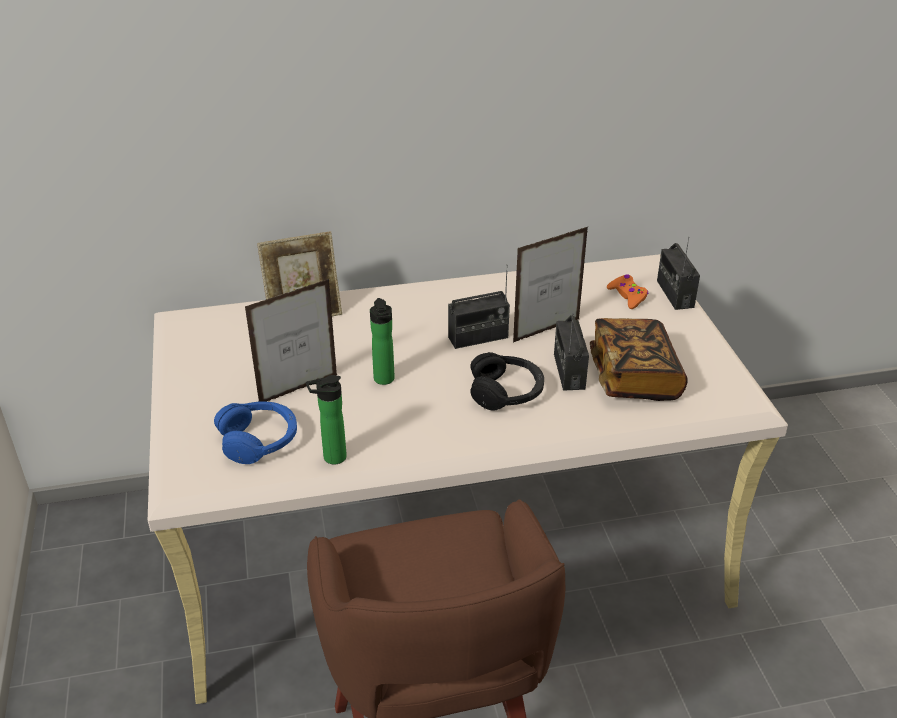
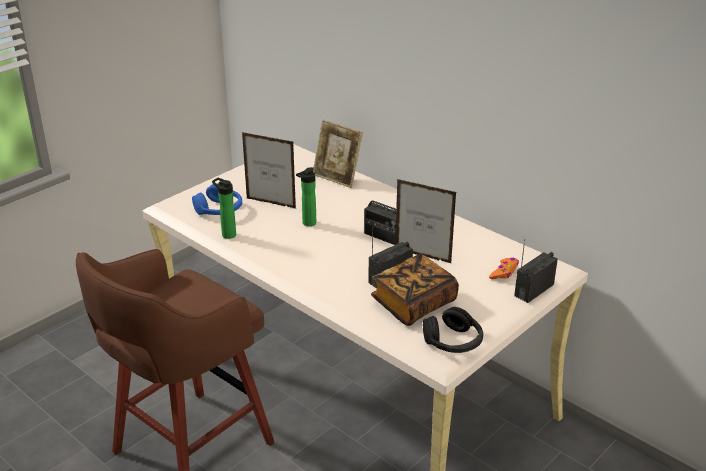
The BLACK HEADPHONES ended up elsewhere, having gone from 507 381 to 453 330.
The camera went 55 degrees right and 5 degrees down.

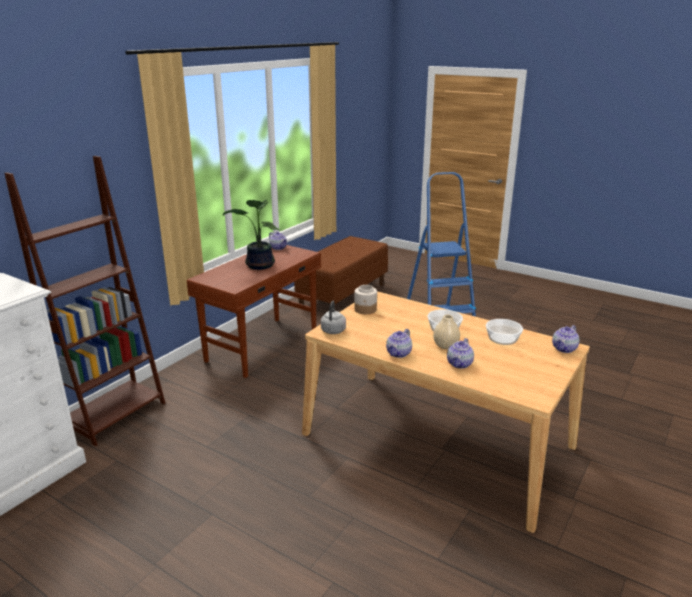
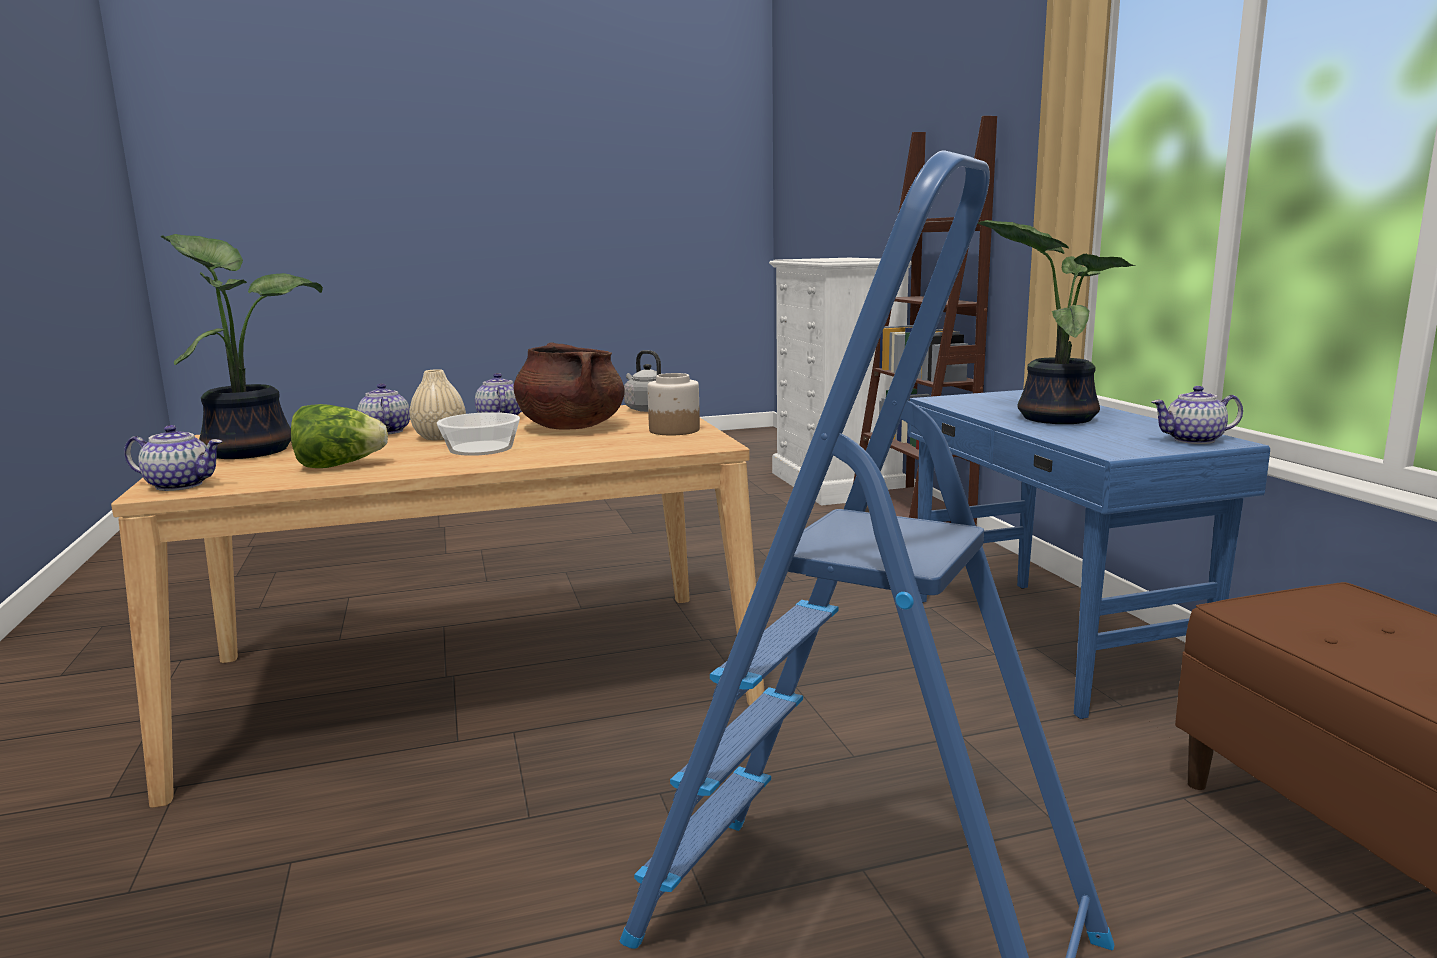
The second view gained the PLANT IN A POT at 242 346.
The second view gained the BROWNISH STOCKPOT at 569 386.
Where the SERVING BOWL stood at 504 332, the HEAD OF LETTUCE came to stand at 339 436.
What was the BROWNISH CONSOLE TABLE at 254 311 turned into the BLUE-COLOURED CONSOLE TABLE at 1089 554.
The TEA POT at 566 339 ended up facing another way, 105 degrees clockwise from before.
The camera went 130 degrees right and 10 degrees down.

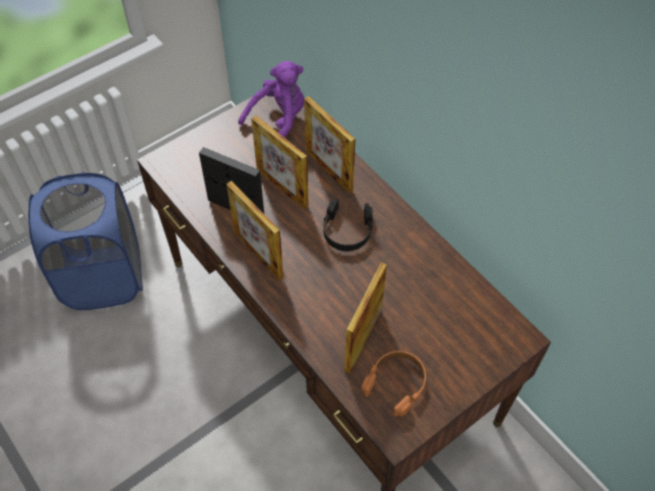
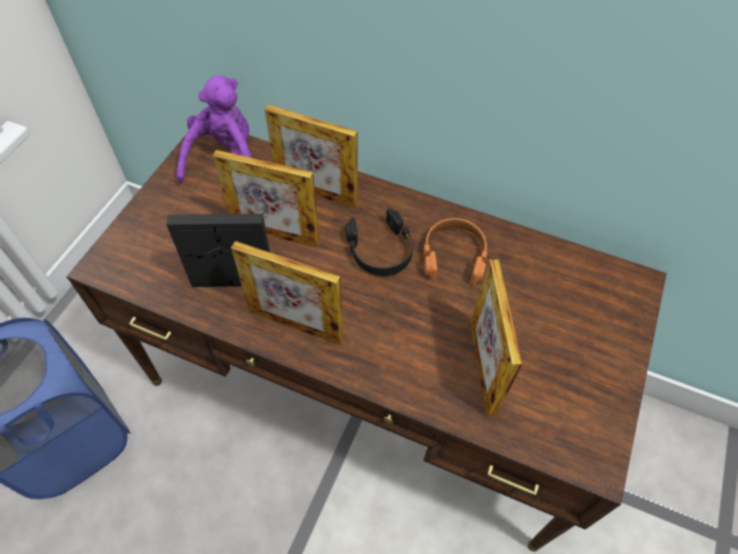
The ORANGE-COLOURED HEADPHONES ended up elsewhere, having gone from 393 383 to 456 251.
The camera went 30 degrees left and 0 degrees up.

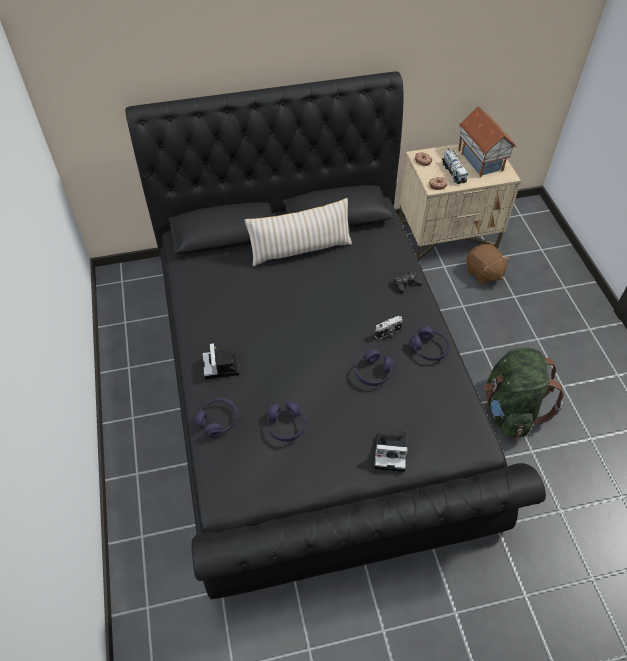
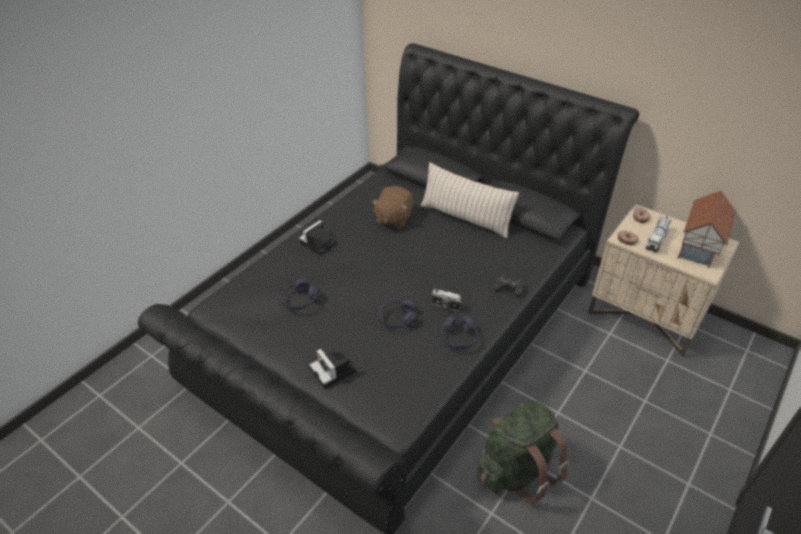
The second view lost the PURPLISH HEADPHONES at 216 418.
The BROWNISH SOFT TOY ended up elsewhere, having gone from 488 264 to 392 207.
The camera went 50 degrees right and 10 degrees down.

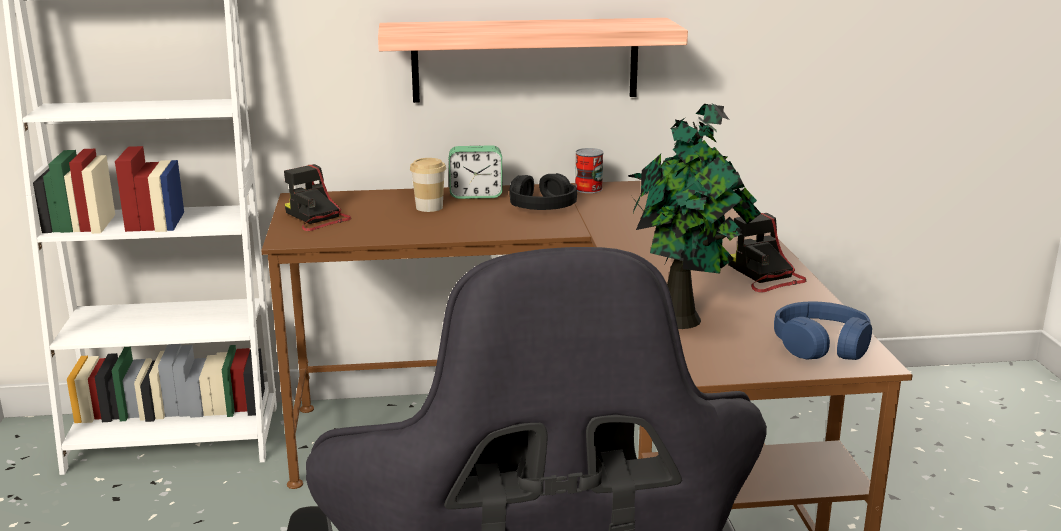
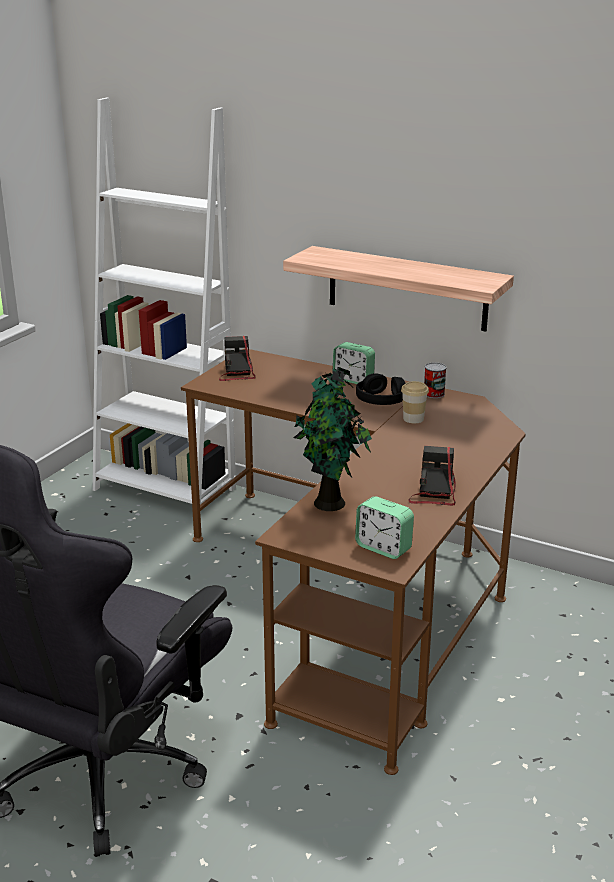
The CUP ended up elsewhere, having gone from 428 185 to 415 402.
Where the BLUE-COLOURED HEADPHONES stood at 823 331, the TABLE CLOCK came to stand at 384 527.
The camera went 35 degrees right and 5 degrees up.

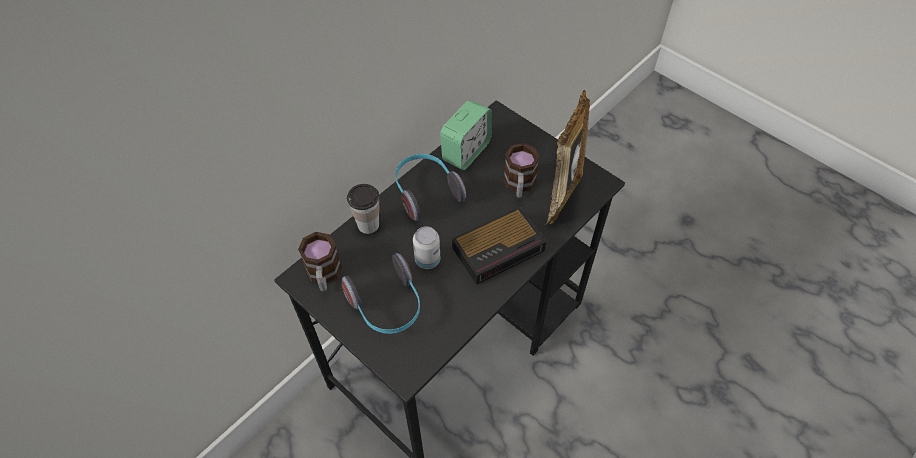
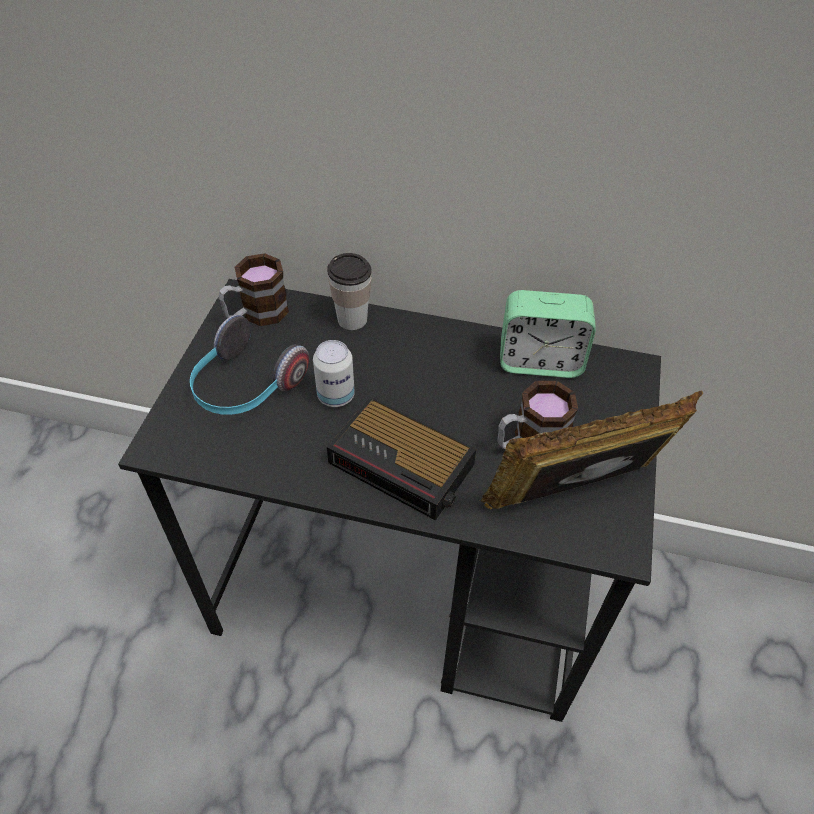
The second view lost the HEADPHONES at 430 187.
The camera went 60 degrees right and 5 degrees down.

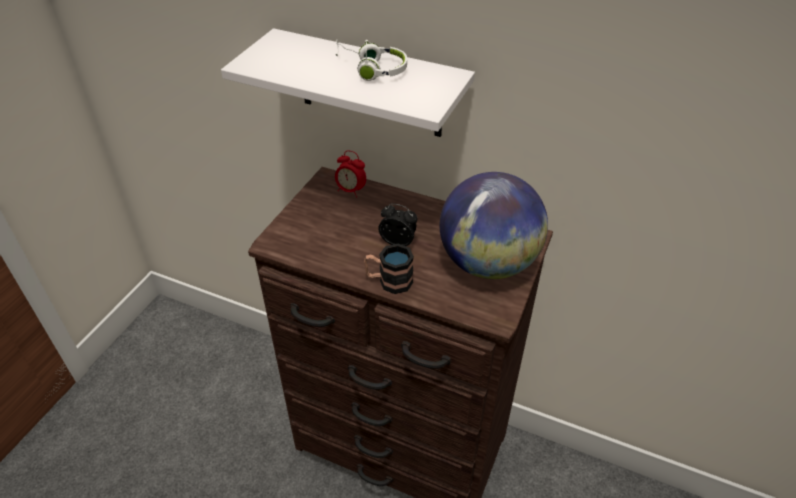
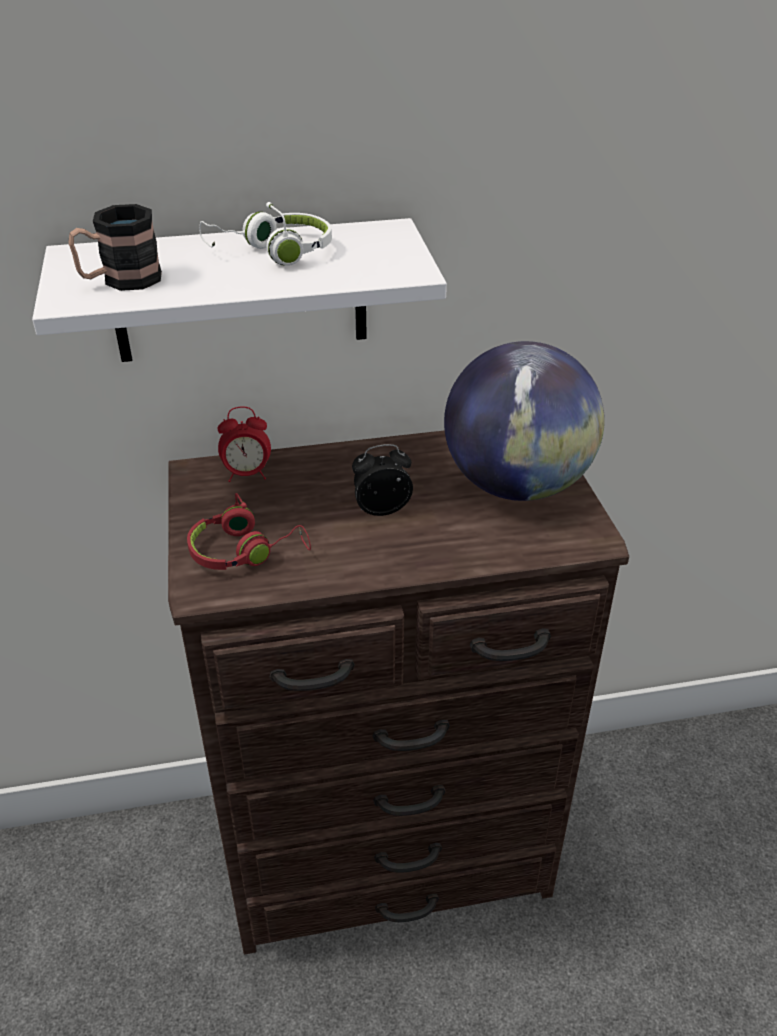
The second view gained the RED HEADPHONES at 249 531.
The MUG ended up elsewhere, having gone from 389 269 to 115 247.
The camera went 35 degrees left and 5 degrees down.

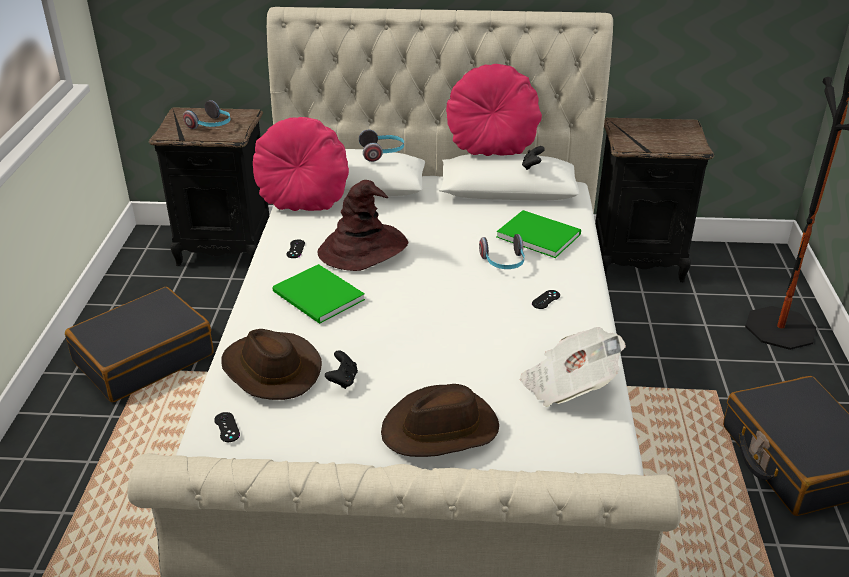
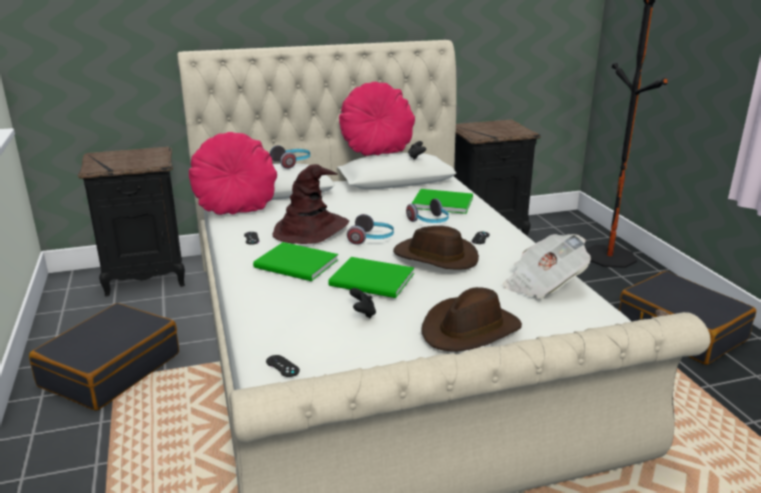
The second view gained the GREEN BOUND BOOK at 371 277.
The HEADPHONES ended up elsewhere, having gone from 207 114 to 370 229.
The BROWNISH HAT ended up elsewhere, having gone from 271 364 to 436 247.
The camera went 20 degrees left and 10 degrees down.

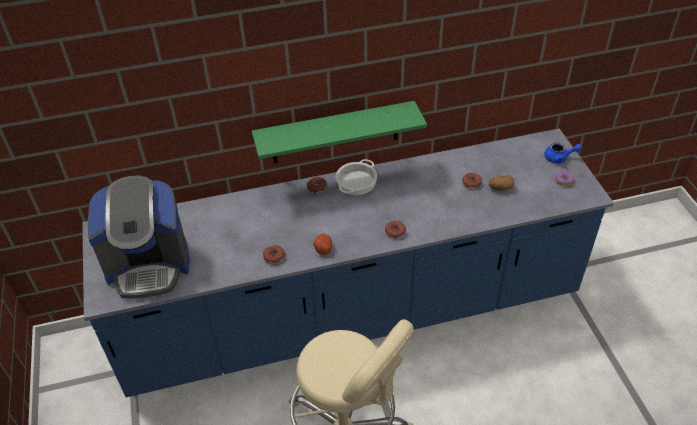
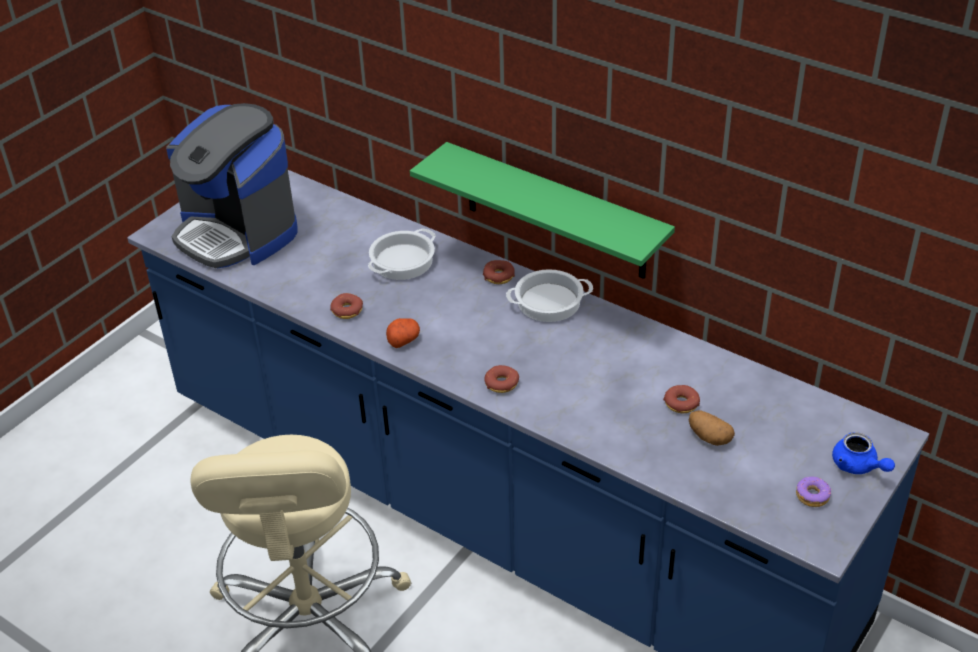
The second view gained the STOCKPOT at 402 254.
The camera went 50 degrees right and 5 degrees down.

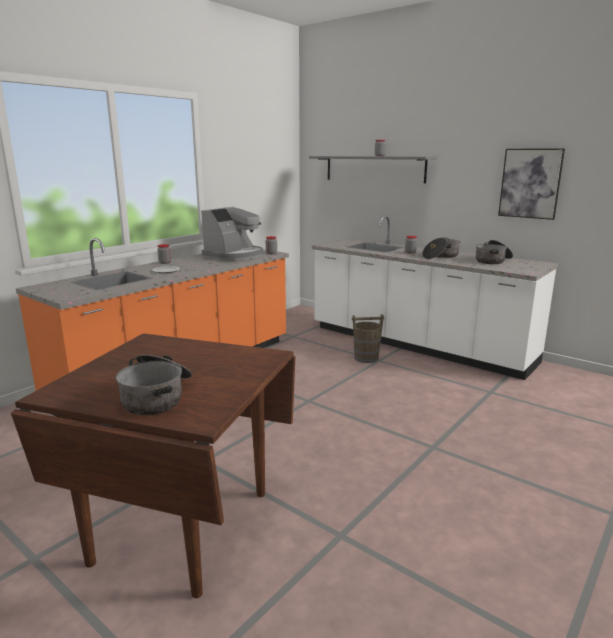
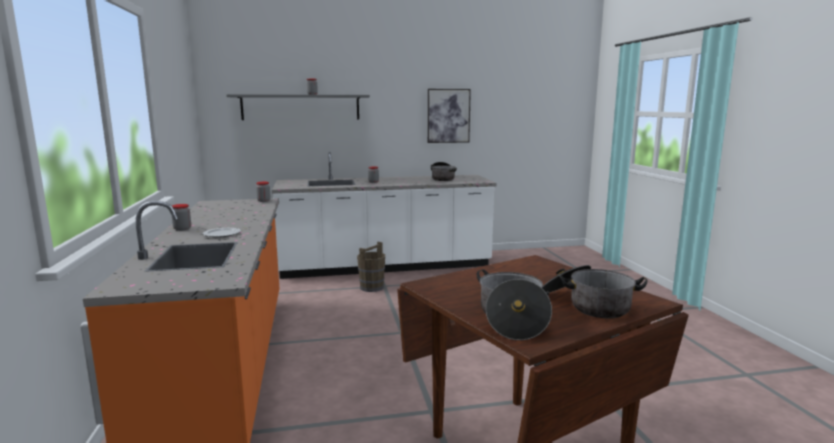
The second view lost the COFFEE MACHINE at 232 234.
The STOCKPOT ended up elsewhere, having gone from 441 248 to 514 304.
The camera went 50 degrees left and 5 degrees down.

